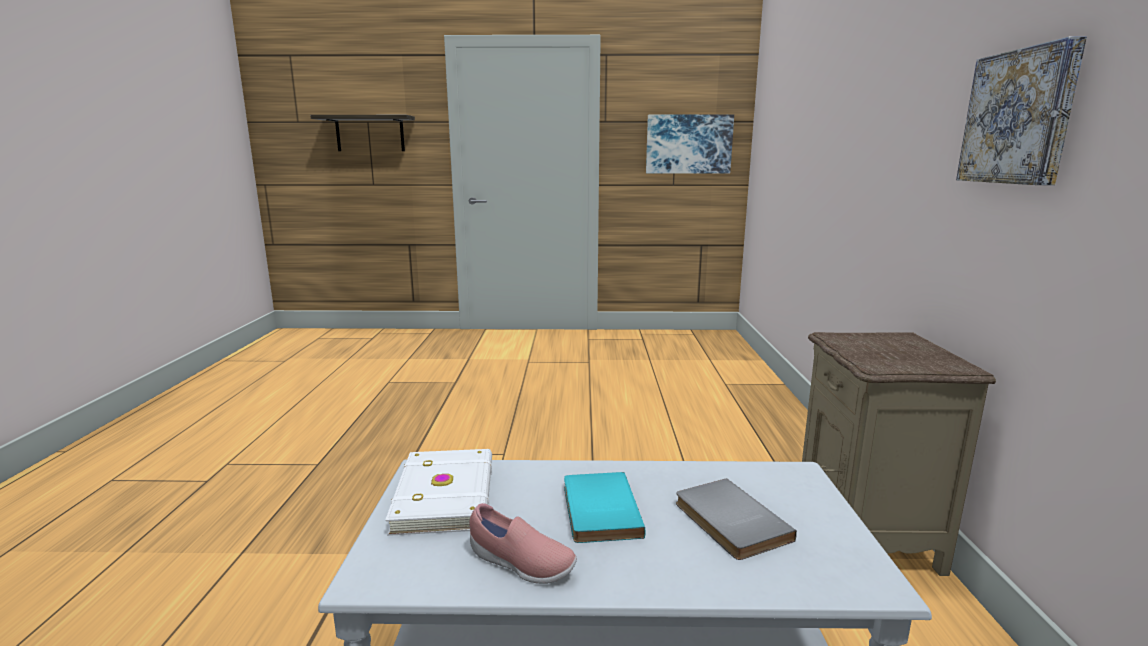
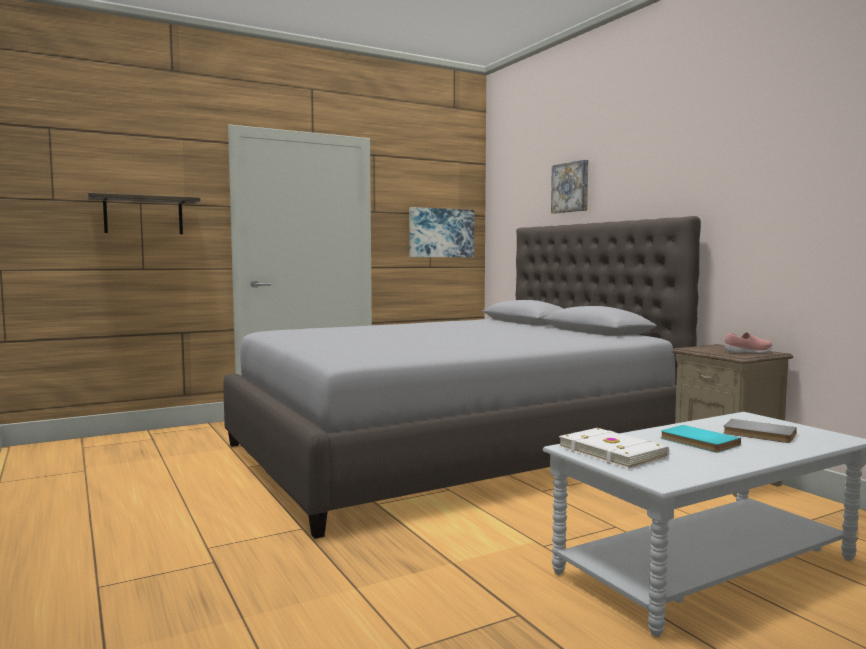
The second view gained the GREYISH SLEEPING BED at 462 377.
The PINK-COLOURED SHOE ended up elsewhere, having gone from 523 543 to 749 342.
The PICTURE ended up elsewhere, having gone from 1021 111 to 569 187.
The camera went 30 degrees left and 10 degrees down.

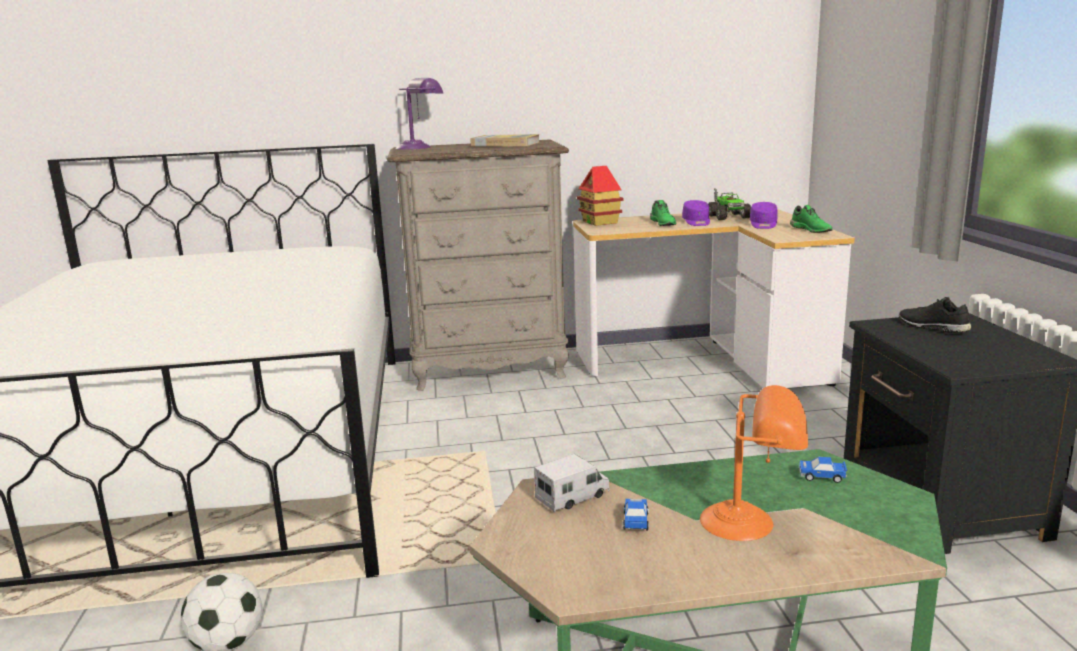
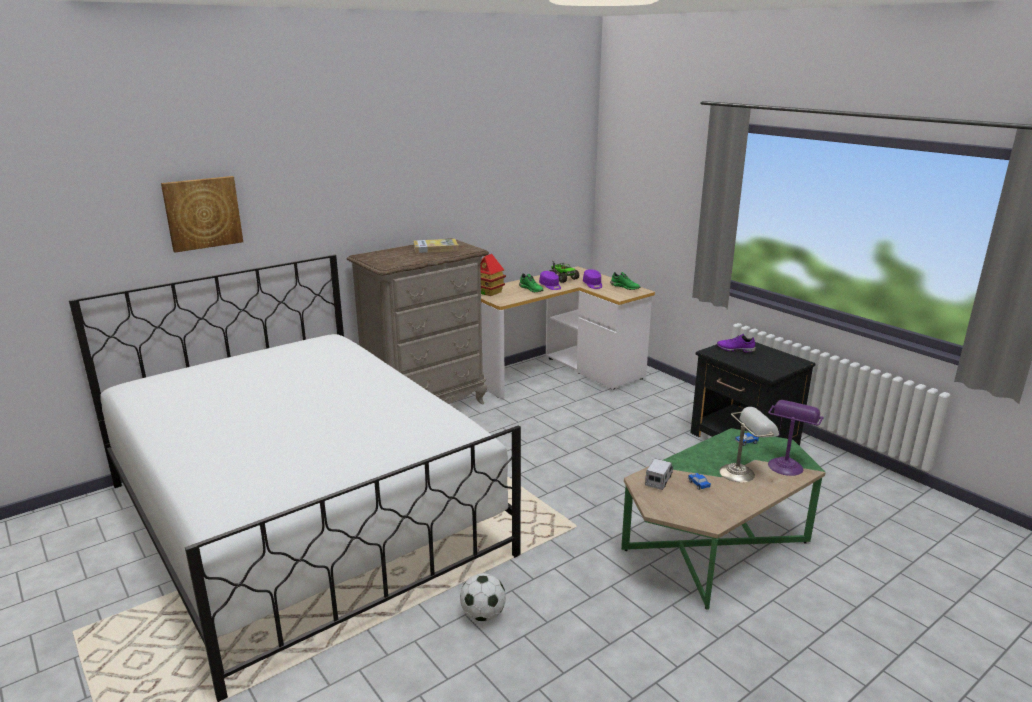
The second view gained the PICTURE at 202 214.
The PURPLISH TABLETOP LAMP ended up elsewhere, having gone from 419 114 to 796 438.
What was the ORANGE-COLOURED TABLETOP LAMP at 754 463 turned into the WHITE TABLETOP LAMP at 749 444.
What was the BLACK SHOE at 935 315 turned into the PURPLISH SHOE at 736 343.
The camera went 30 degrees left and 5 degrees up.

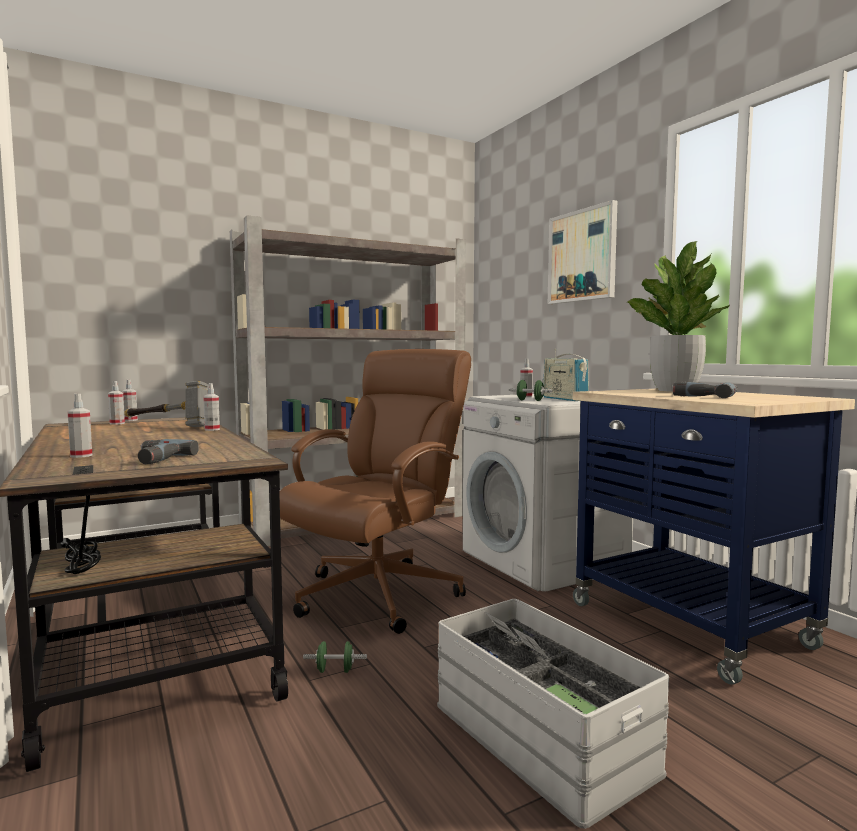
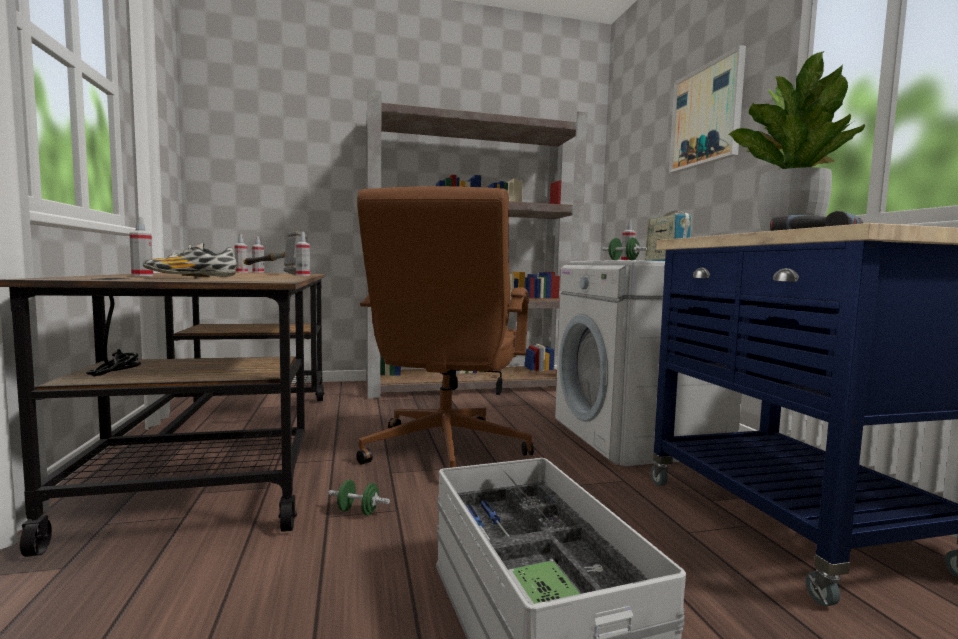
Where the ELECTRIC DRILL stood at 168 451, the SHOE came to stand at 190 260.
The BROWNISH COMPUTER CHAIR at 375 491 ended up facing another way, 135 degrees clockwise from before.
The camera went 15 degrees right and 0 degrees up.

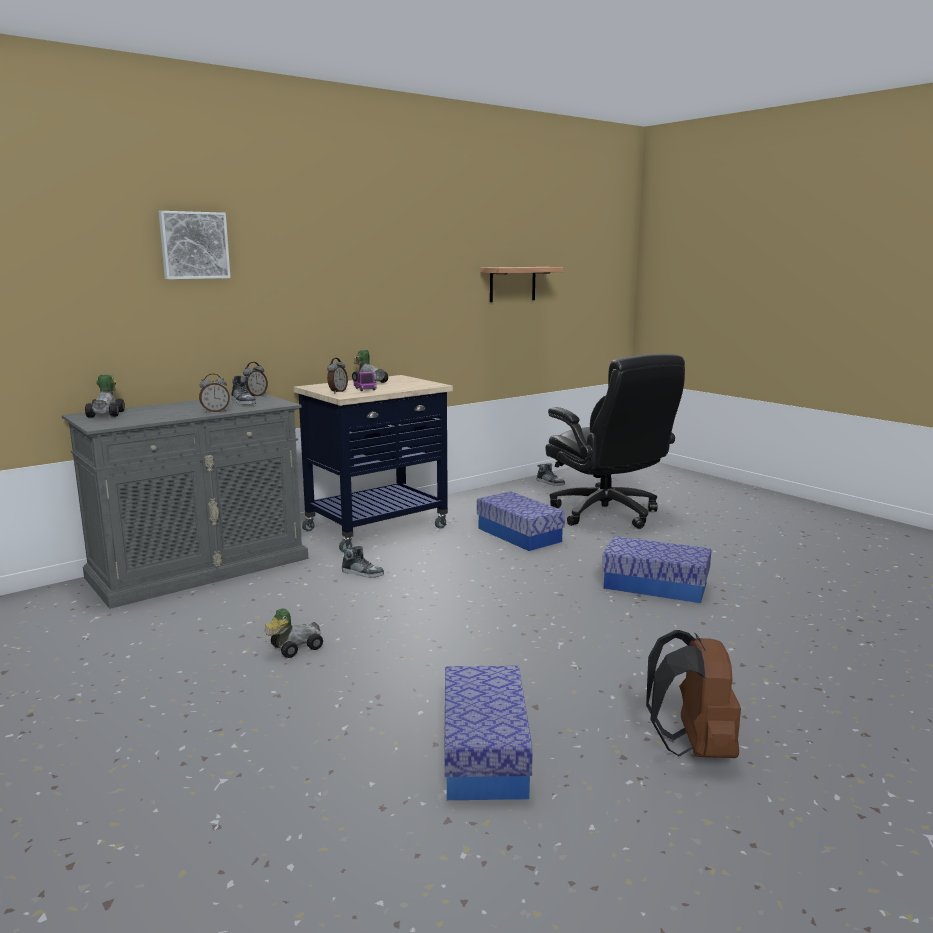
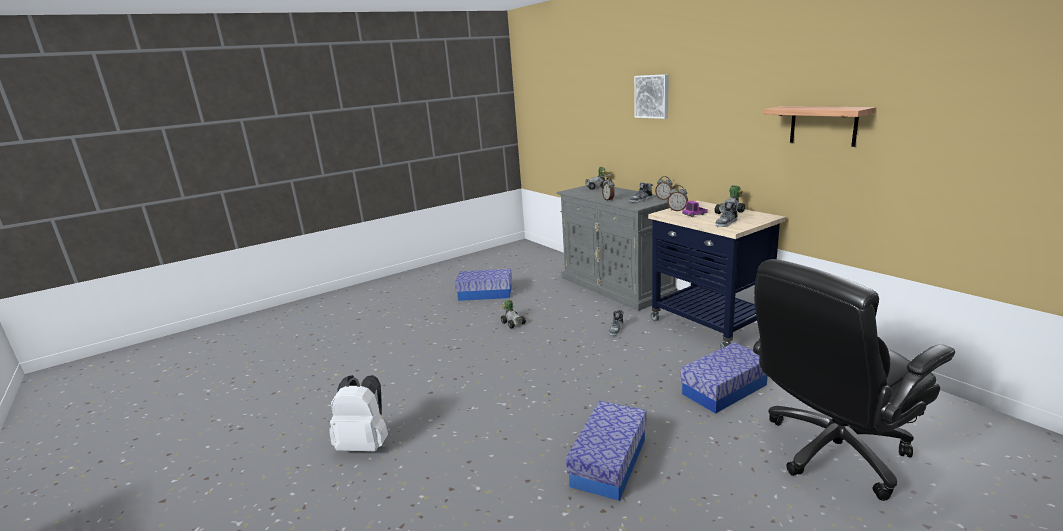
The STORAGE BOX ended up elsewhere, having gone from 488 733 to 483 285.
The BRACKET SHELF ended up elsewhere, having gone from 521 284 to 819 126.
The SHOE ended up elsewhere, having gone from 551 474 to 727 214.
What was the BROWNISH BACKPACK at 693 694 turned into the WHITE BACKPACK at 358 413.
The camera went 95 degrees right and 5 degrees up.

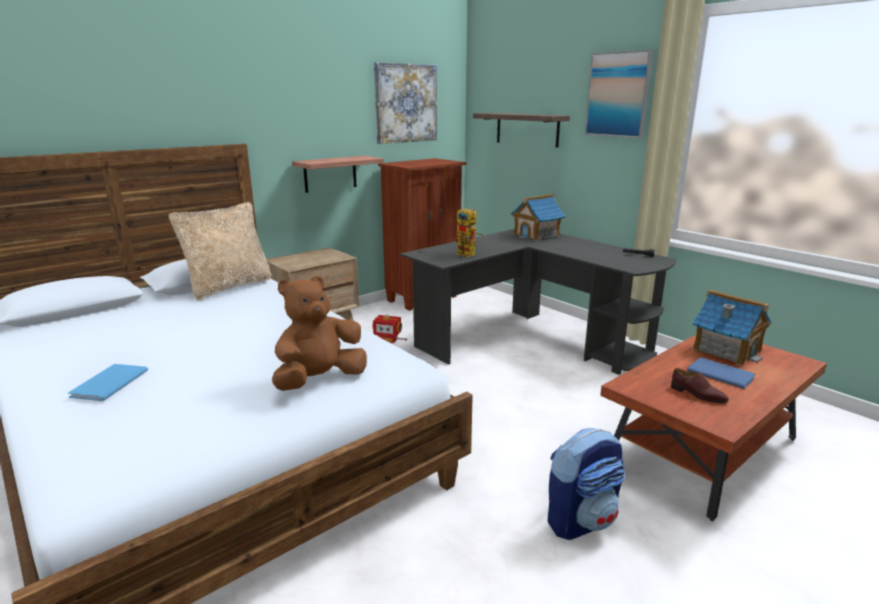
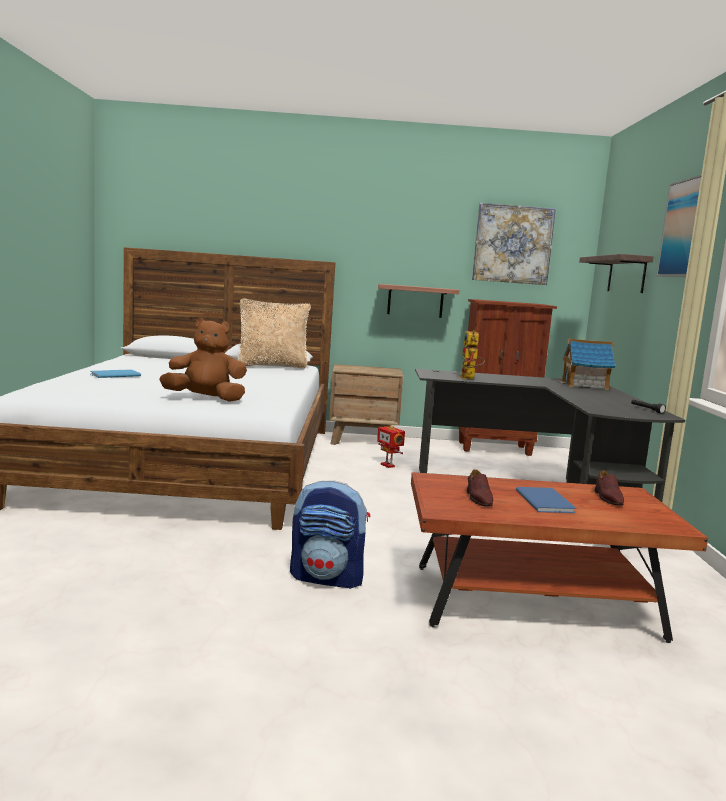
Where the TOY HOUSE stood at 732 328, the BROWNISH SHOE came to stand at 609 487.
The camera went 40 degrees right and 10 degrees down.

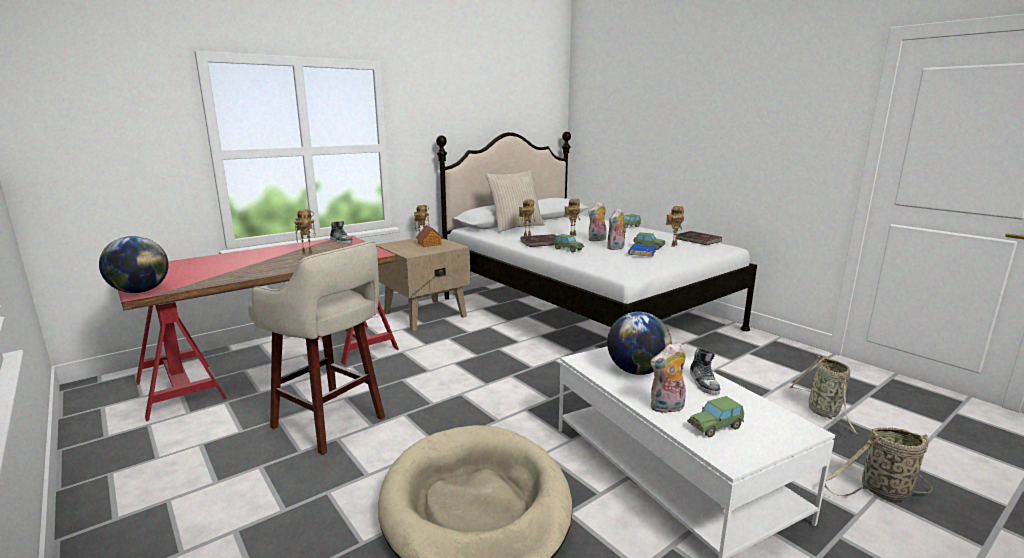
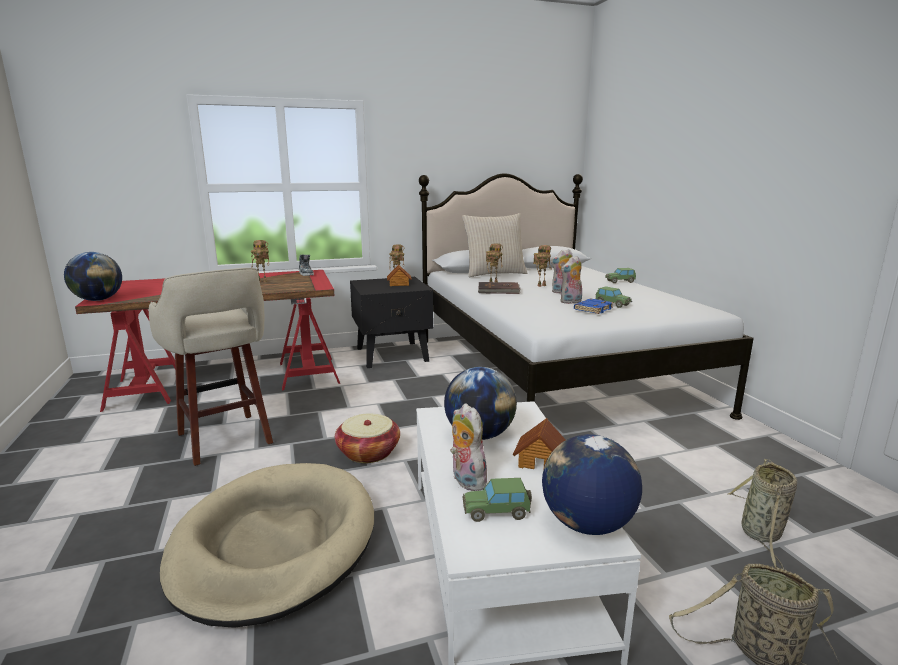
The second view lost the MODEL CAR at 569 243.
The second view lost the TOY ROBOT at 675 226.
The second view lost the BROWNISH BOUND BOOK at 698 238.
The second view gained the STORAGE BASKET at 367 438.
The second view gained the DESK GLOBE at 592 484.
Where the SHOE stood at 705 371, the TOY HOUSE came to stand at 539 443.
What was the BEIGE NIGHT TABLE at 423 284 turned into the BLACK NIGHT TABLE at 391 322.
The SOFT TOY at 668 377 ended up facing another way, 60 degrees clockwise from before.
The camera went 20 degrees right and 0 degrees up.

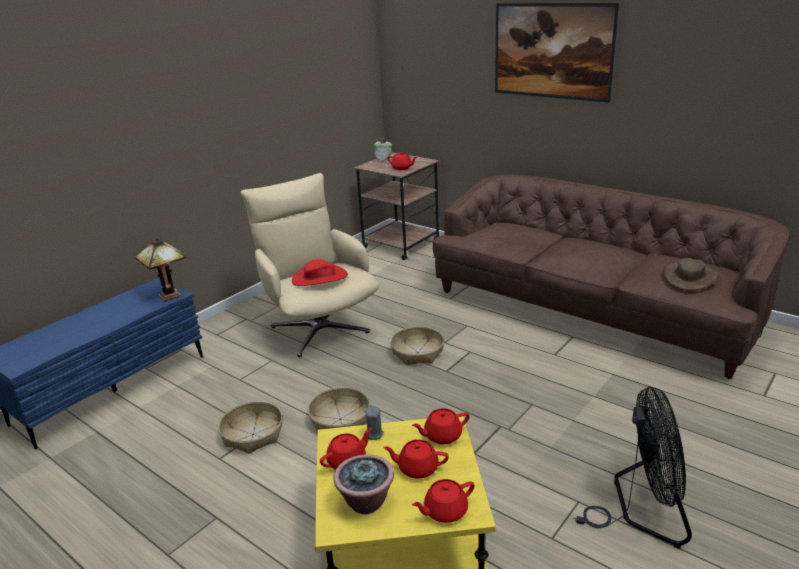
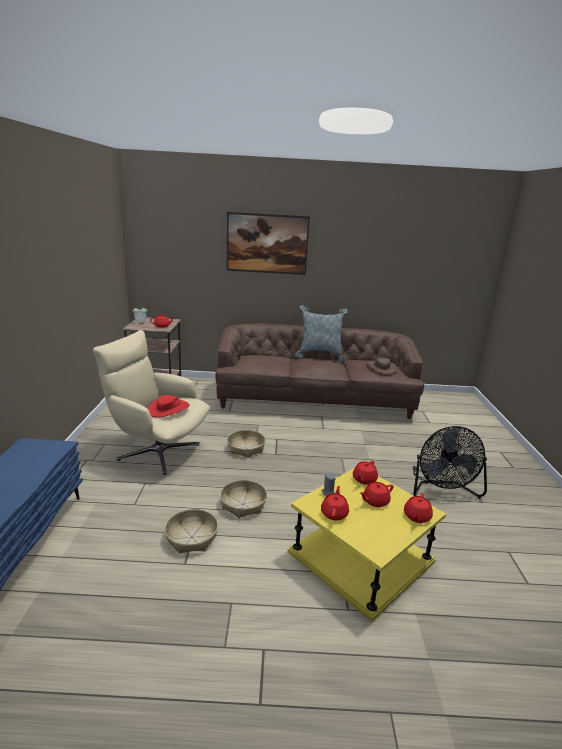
The second view lost the TABLETOP LAMP at 161 269.
The second view lost the PLANT IN A POT at 363 484.
The second view gained the THROW PILLOW at 321 334.
The BLACK ELECTRIC FAN at 633 468 ended up facing another way, 120 degrees clockwise from before.
The camera went 40 degrees left and 5 degrees down.

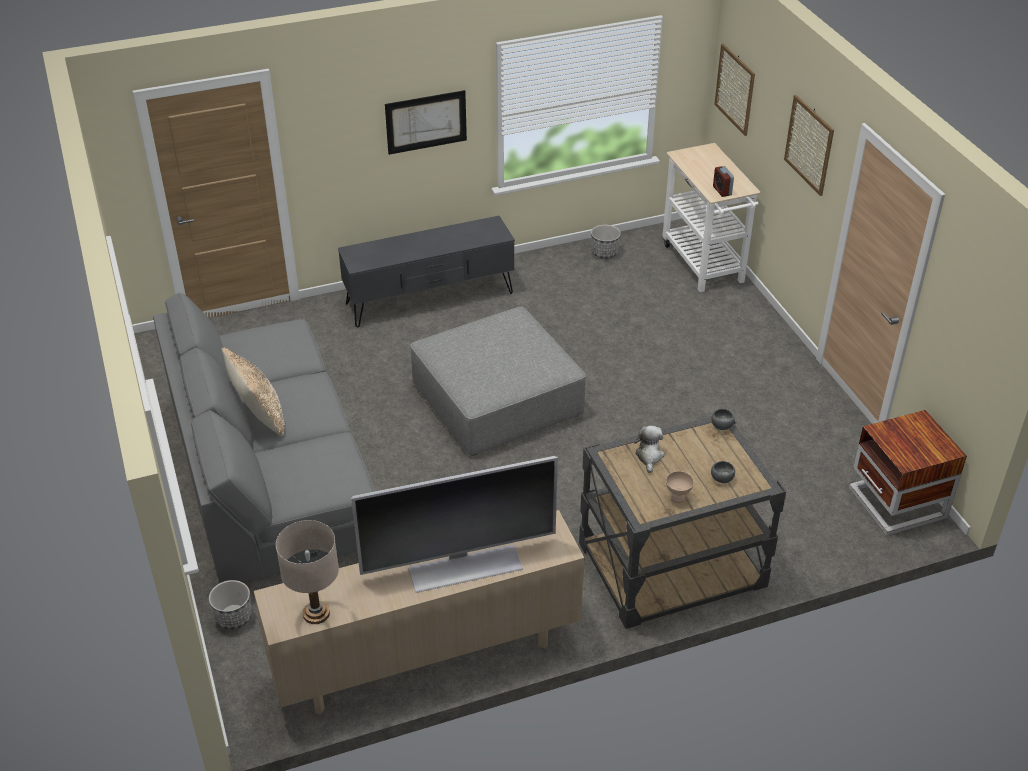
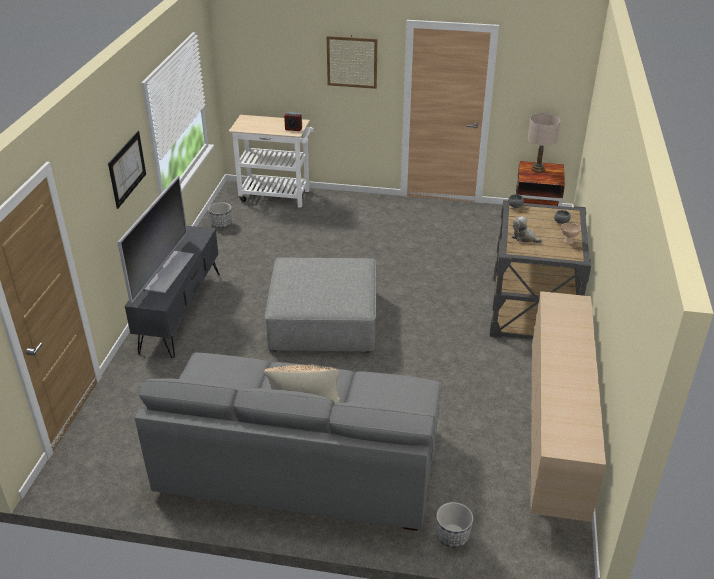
The second view lost the PICTURE at 734 90.
The BEIGE TABLETOP LAMP ended up elsewhere, having gone from 307 572 to 544 143.
The TELEVISION ended up elsewhere, having gone from 454 524 to 155 239.
The camera went 60 degrees left and 5 degrees down.

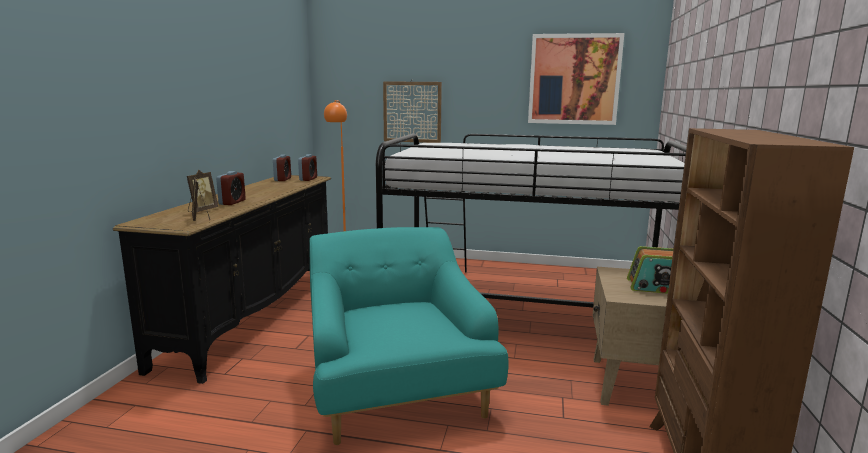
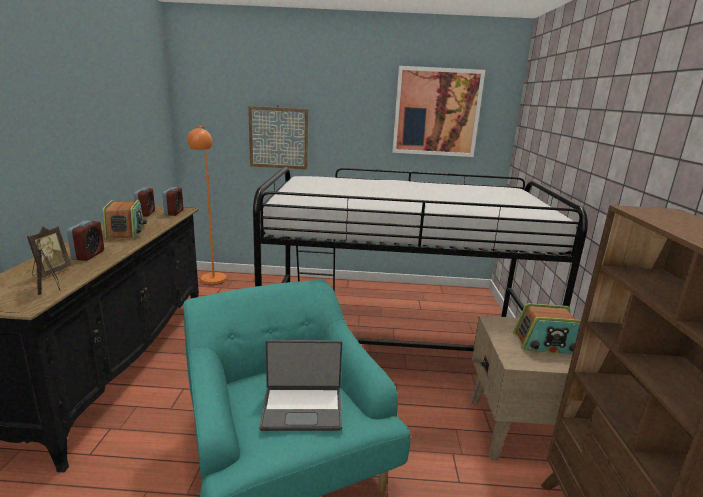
The second view gained the RADIO at 124 220.
The second view gained the PORTABLE COMPUTER at 300 385.
The camera went 10 degrees left and 5 degrees up.

